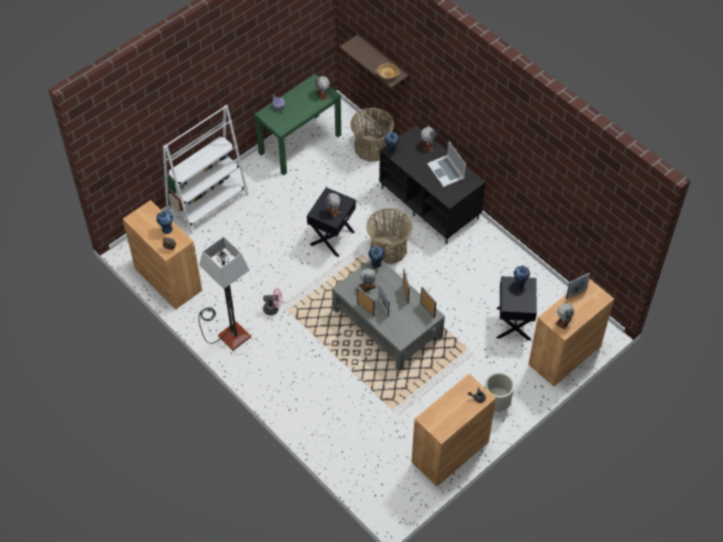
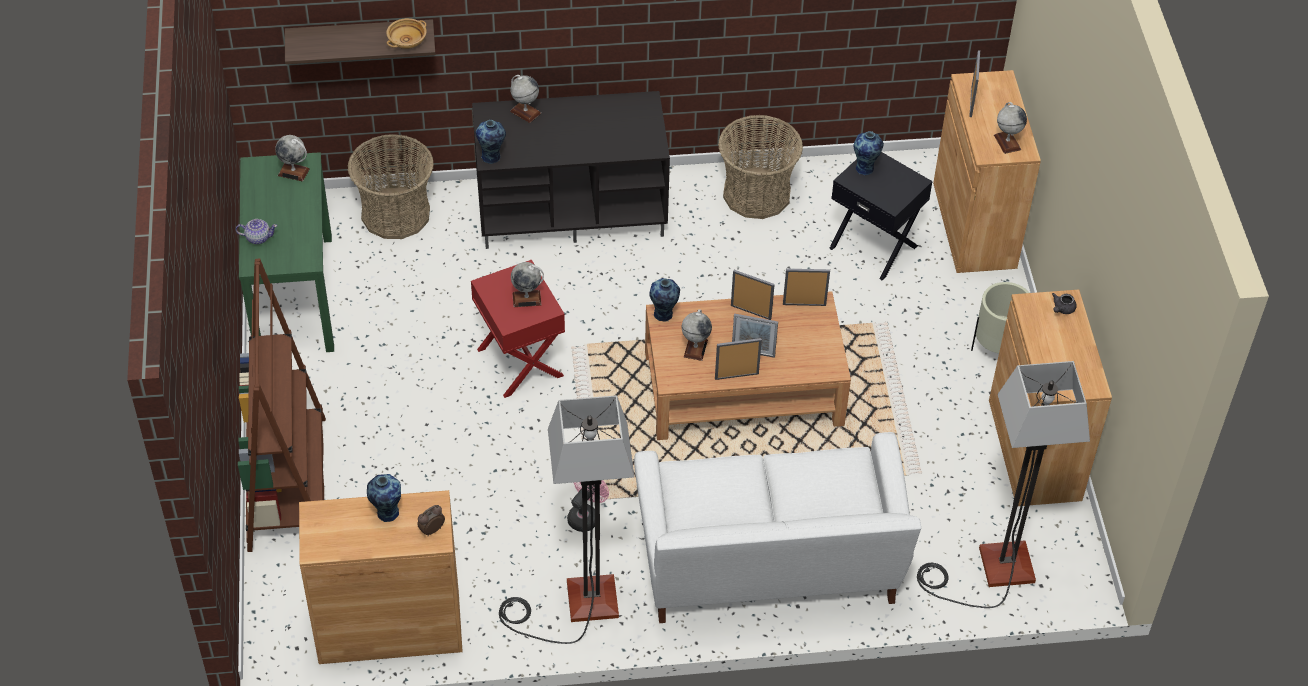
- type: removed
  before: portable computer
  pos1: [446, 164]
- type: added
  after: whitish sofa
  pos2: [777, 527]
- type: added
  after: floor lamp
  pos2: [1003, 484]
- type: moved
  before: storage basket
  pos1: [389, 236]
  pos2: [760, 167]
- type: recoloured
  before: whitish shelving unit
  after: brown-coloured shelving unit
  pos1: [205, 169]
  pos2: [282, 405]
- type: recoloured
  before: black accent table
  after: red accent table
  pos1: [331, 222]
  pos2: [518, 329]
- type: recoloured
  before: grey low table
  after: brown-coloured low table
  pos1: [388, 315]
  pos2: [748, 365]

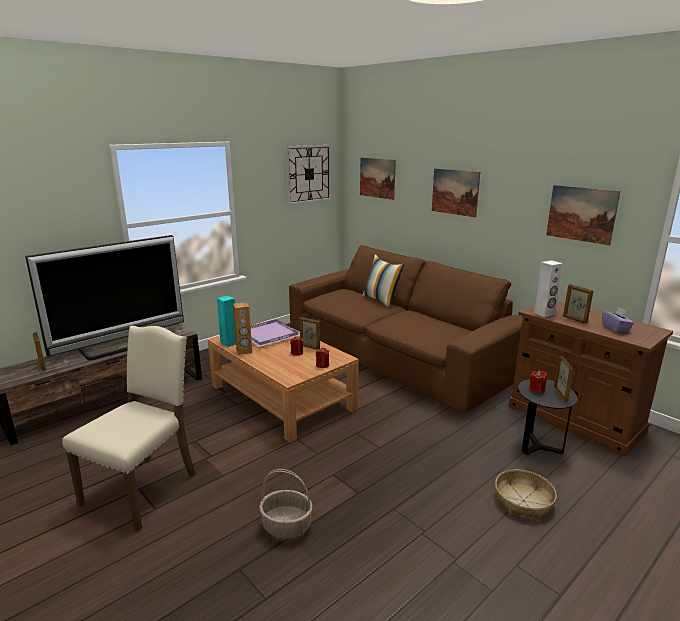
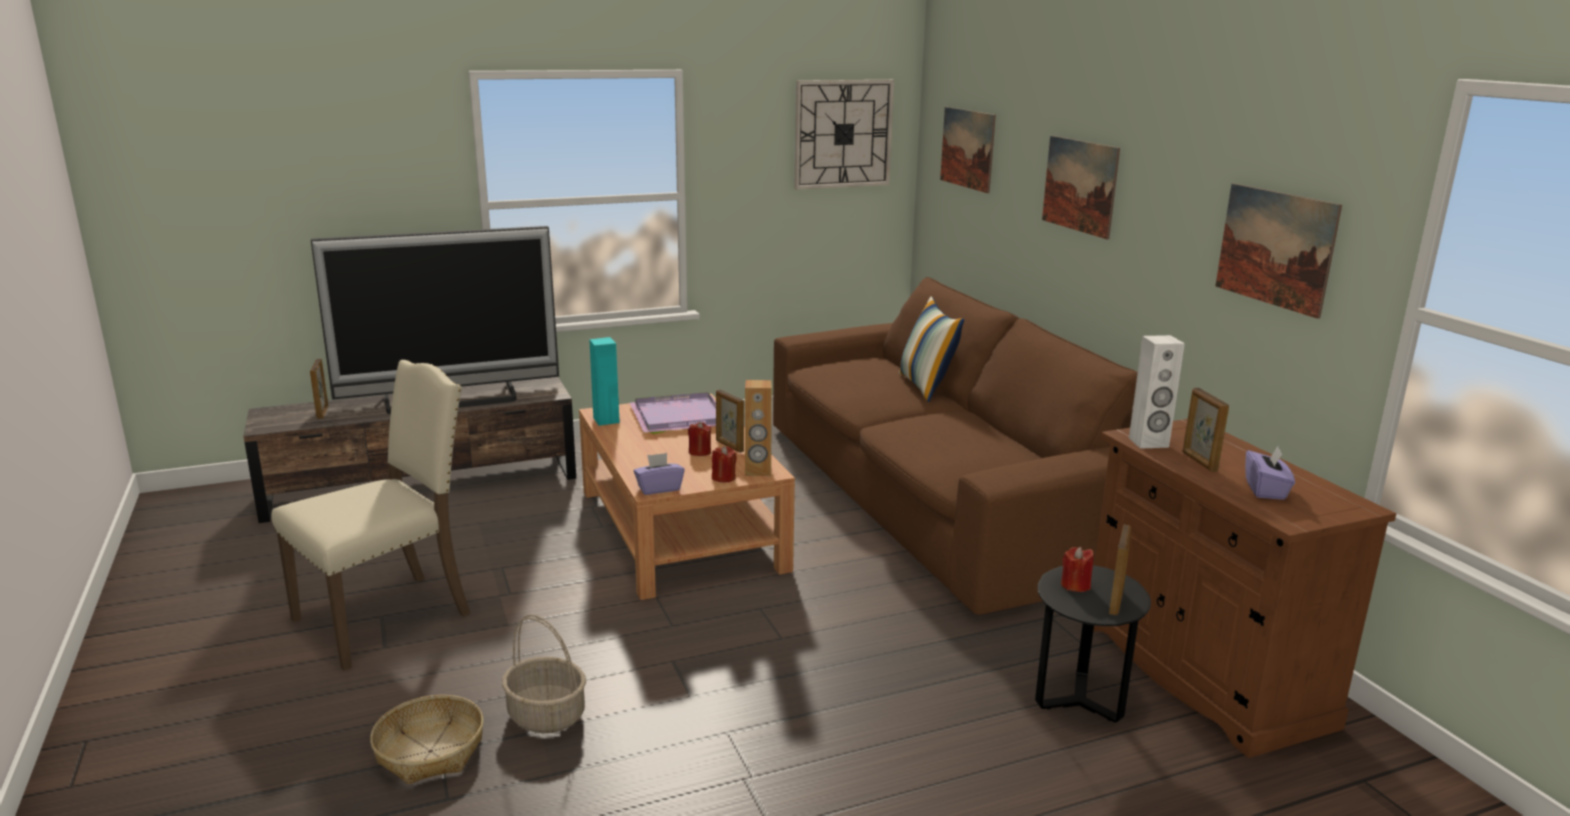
- type: added
  after: purplish tissue holder
  pos2: [659, 474]
- type: moved
  before: brown-coloured audio speaker
  pos1: [242, 328]
  pos2: [758, 428]
- type: moved
  before: storage basket
  pos1: [526, 495]
  pos2: [427, 739]

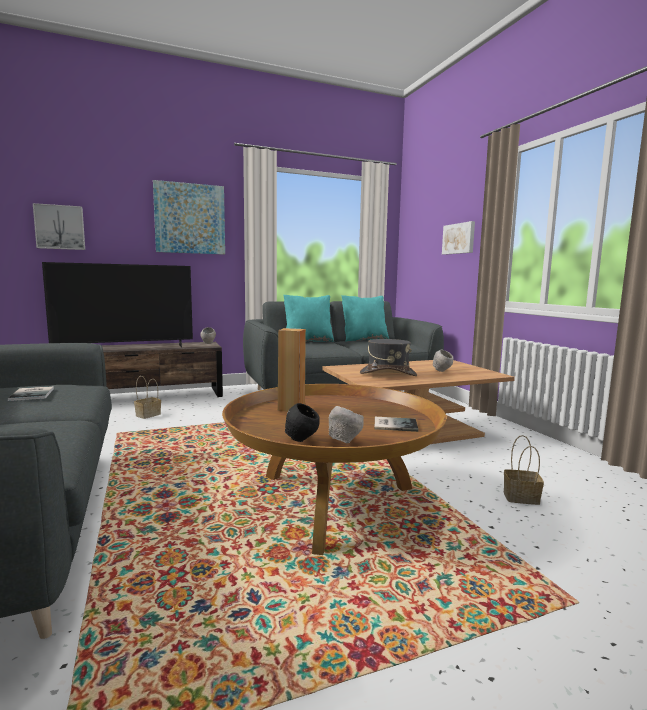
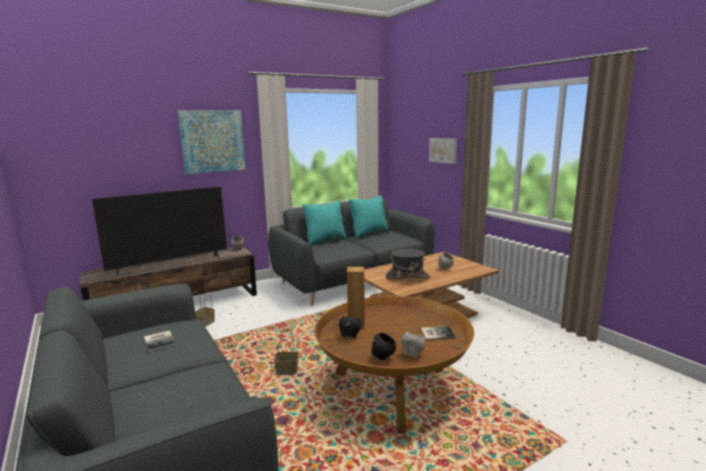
- type: removed
  before: wall picture
  pos1: [59, 226]
- type: added
  after: black serving bowl
  pos2: [350, 327]
- type: moved
  before: storage basket
  pos1: [524, 470]
  pos2: [286, 351]

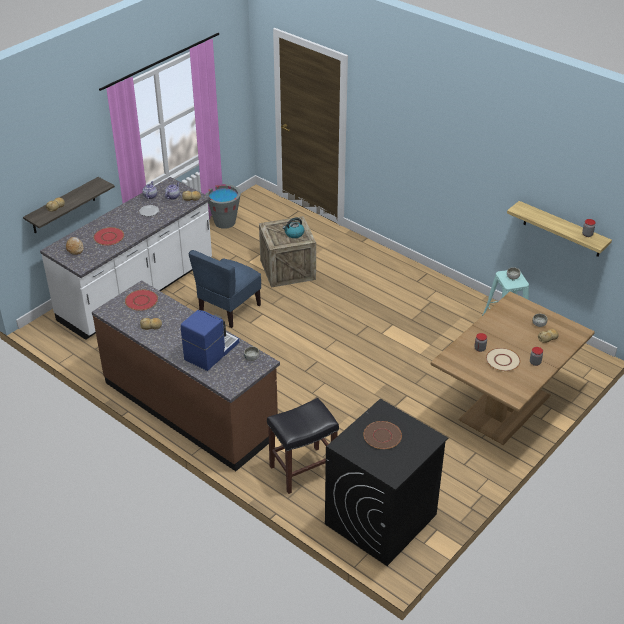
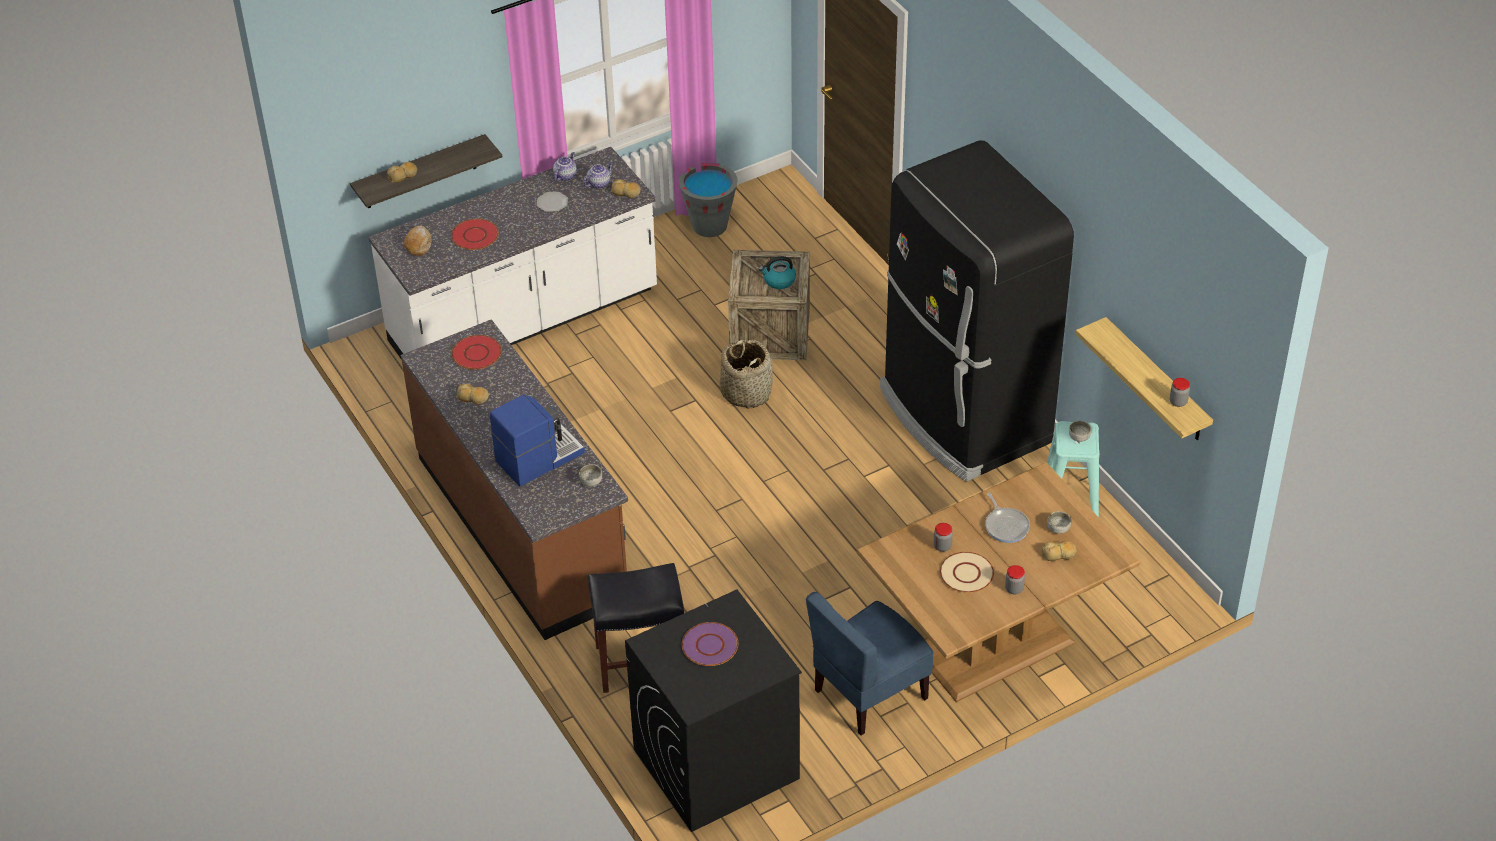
- type: added
  after: storage basket
  pos2: [746, 374]
- type: added
  after: black refrigerator
  pos2: [977, 311]
- type: added
  after: pan
  pos2: [1007, 517]
- type: moved
  before: blue upright chair
  pos1: [225, 289]
  pos2: [870, 663]
- type: recoloured
  before: brown-coloured plate
  after: purplish plate
  pos1: [382, 435]
  pos2: [710, 644]

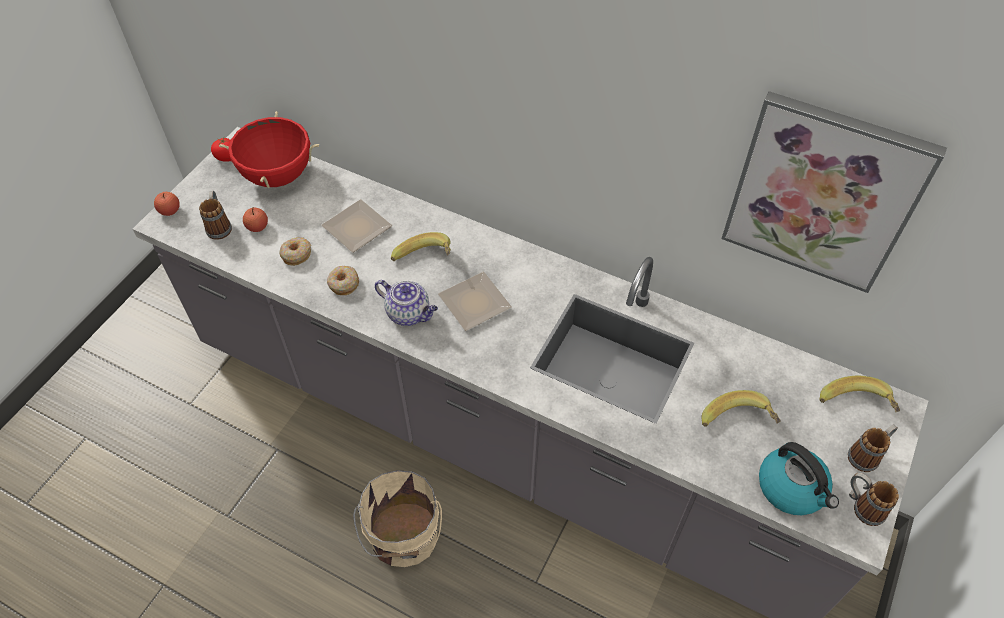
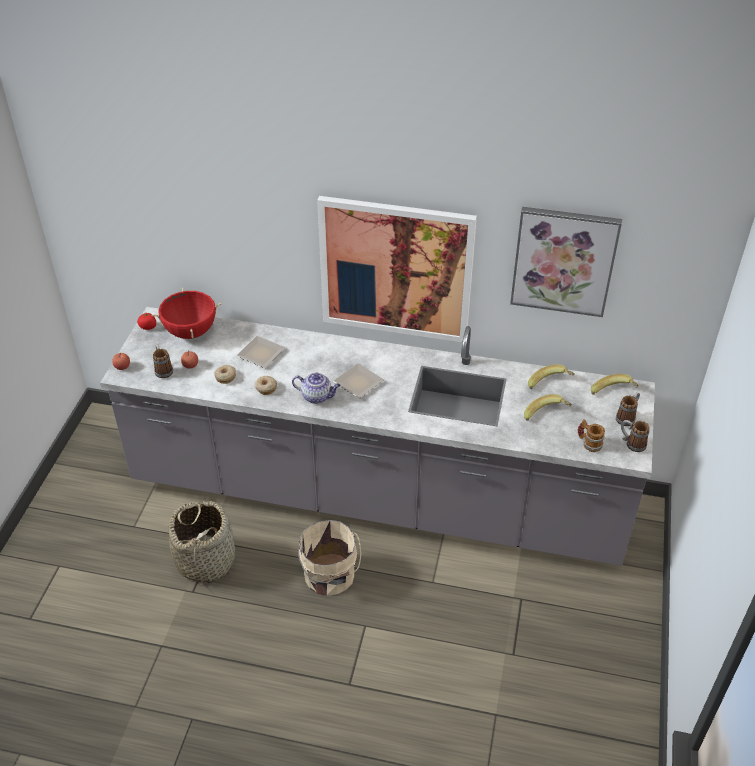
- type: added
  after: storage basket
  pos2: [202, 542]
- type: added
  after: wall picture
  pos2: [397, 269]
- type: moved
  before: banana fruit
  pos1: [421, 246]
  pos2: [551, 376]
- type: replaced
  before: water kettle
  after: mug
  pos1: [799, 478]
  pos2: [591, 435]

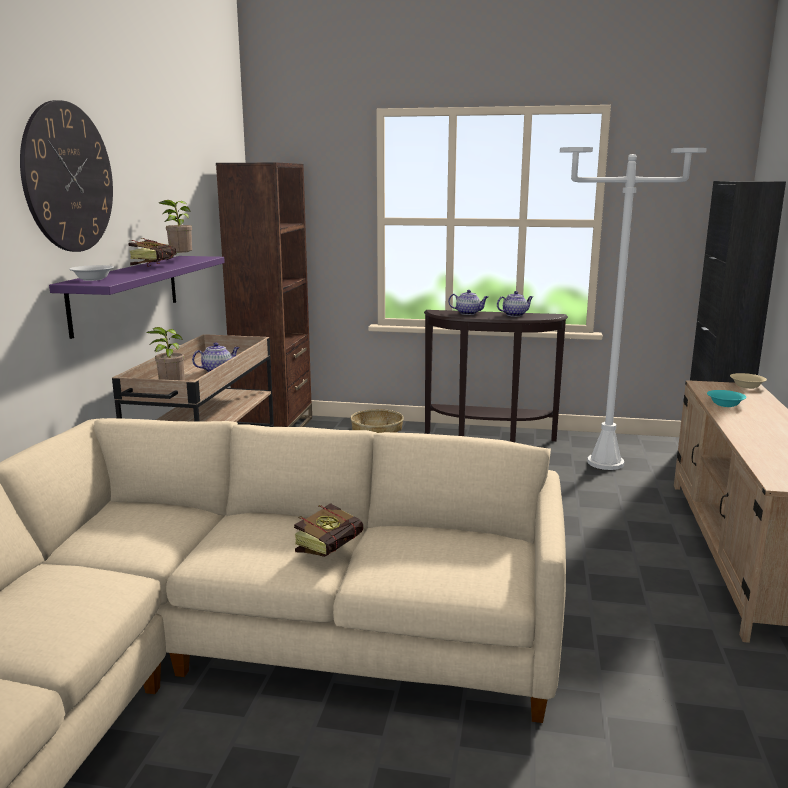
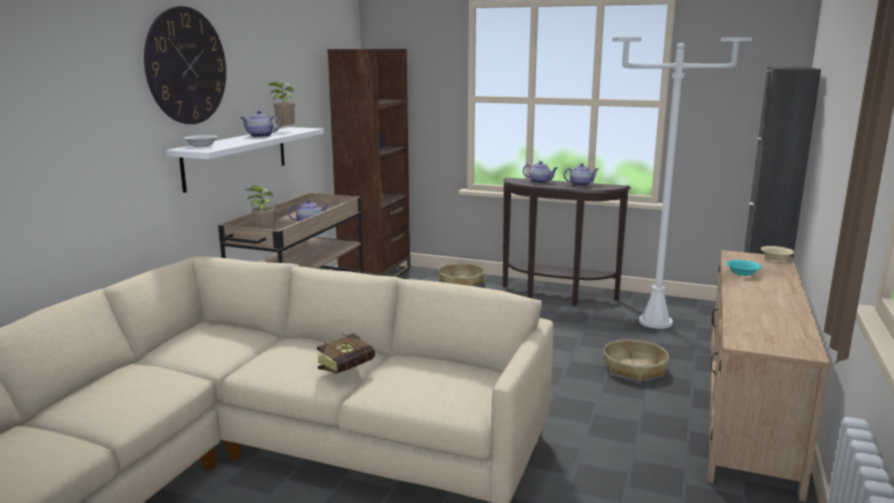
- type: added
  after: storage basket
  pos2: [636, 361]
- type: replaced
  before: volume
  after: teapot
  pos1: [152, 252]
  pos2: [260, 124]
- type: recoloured
  before: purplish shelf
  after: whitish shelf
  pos1: [137, 297]
  pos2: [245, 160]

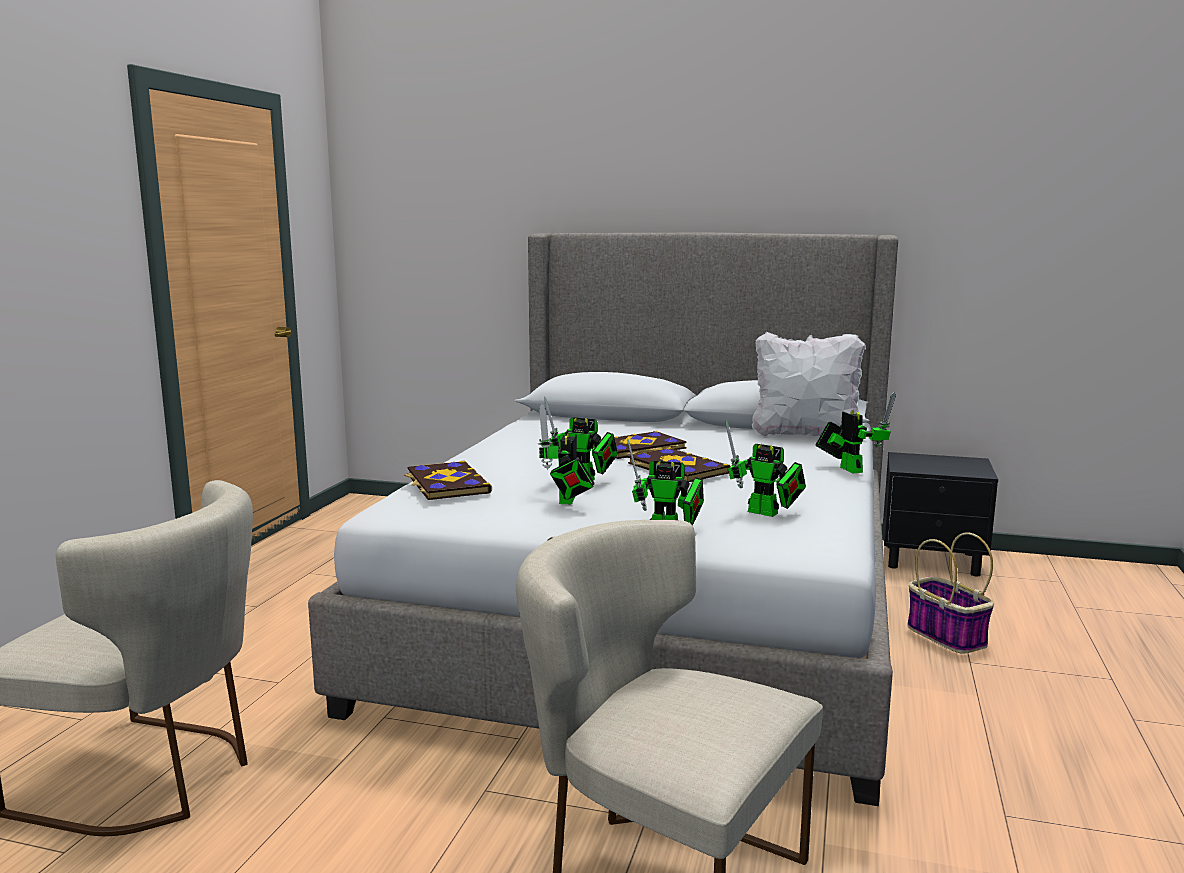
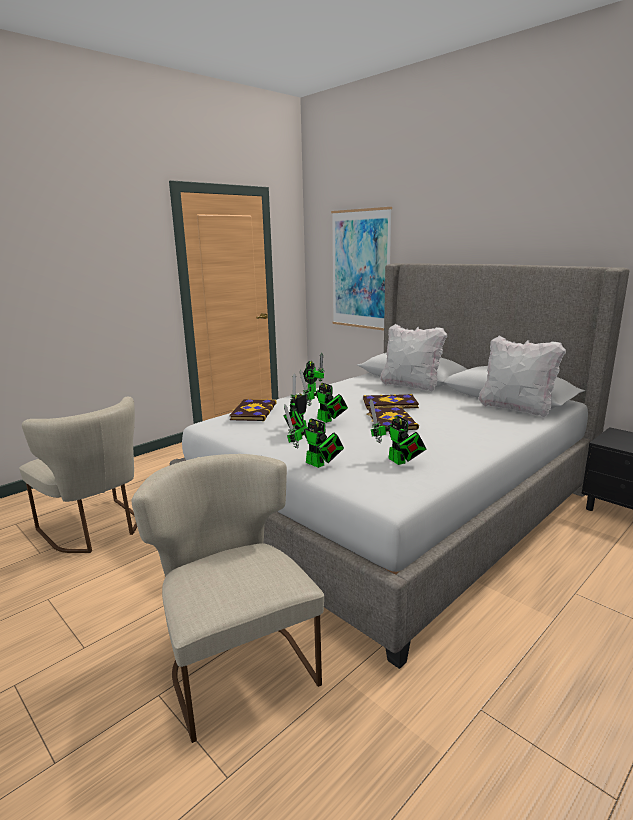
- type: removed
  before: storage basket
  pos1: [950, 592]
- type: added
  after: wall picture
  pos2: [361, 269]
- type: added
  after: whitish cushion
  pos2: [413, 358]
- type: moved
  before: robot figure
  pos1: [856, 432]
  pos2: [314, 372]

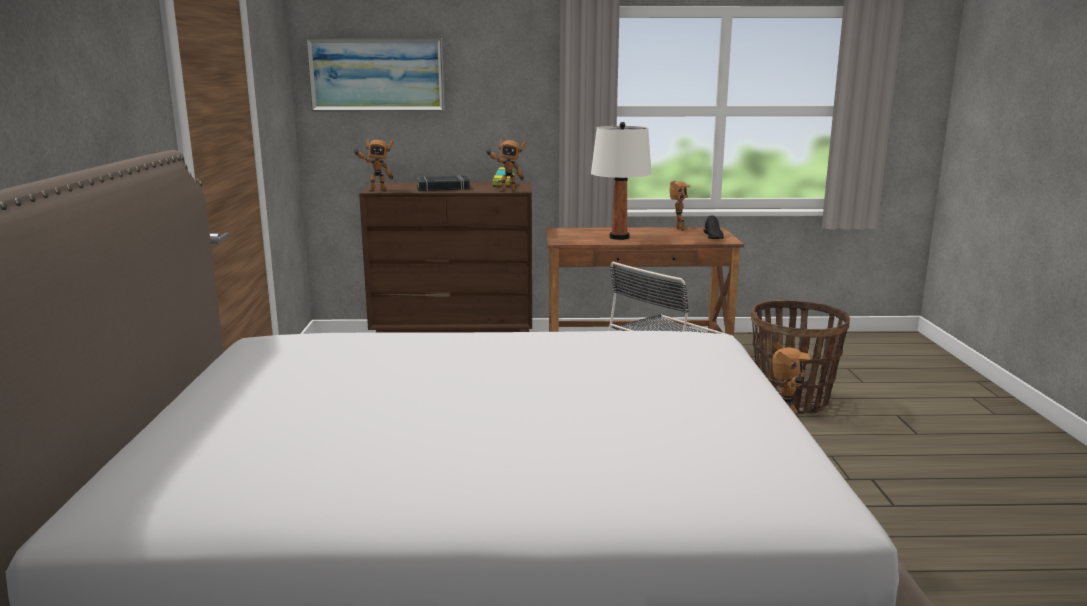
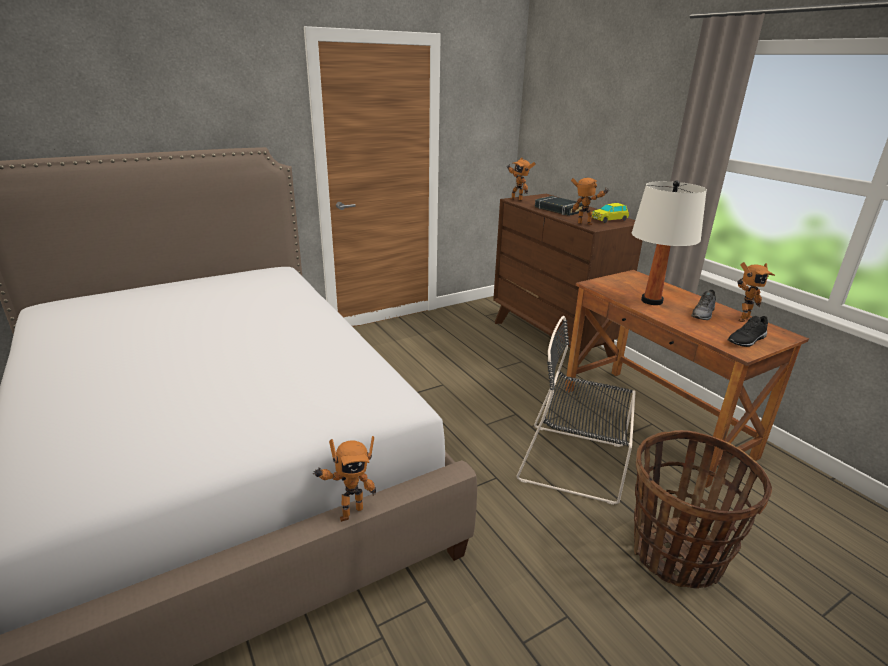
- type: removed
  before: wall picture
  pos1: [375, 75]
- type: added
  after: grey shoe
  pos2: [703, 305]
- type: turned
  before: robot figure
  pos1: [506, 165]
  pos2: [590, 201]
  turn: 150

